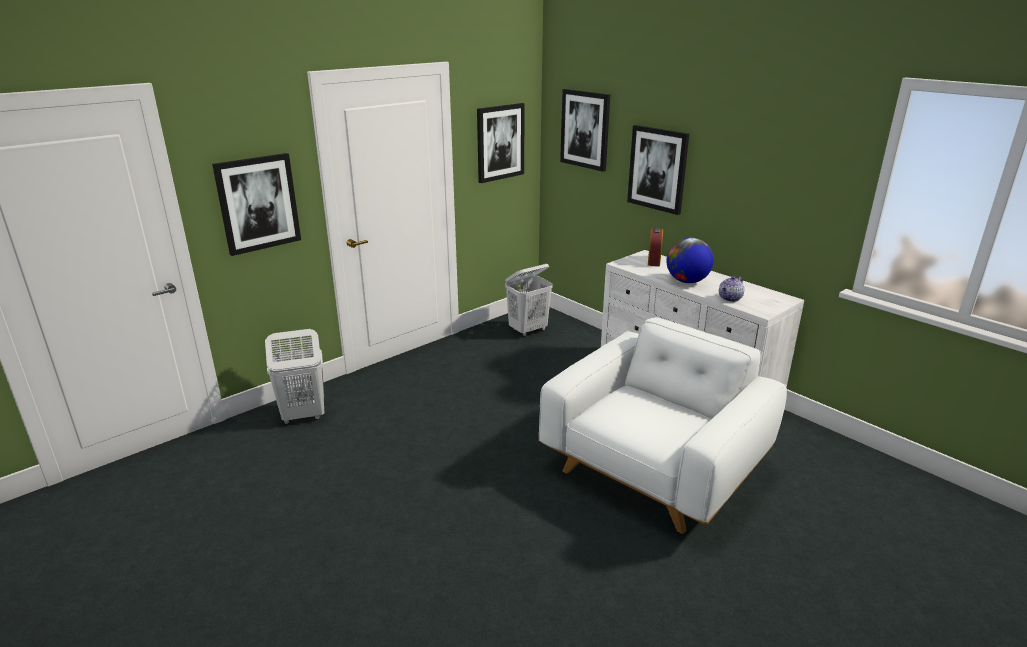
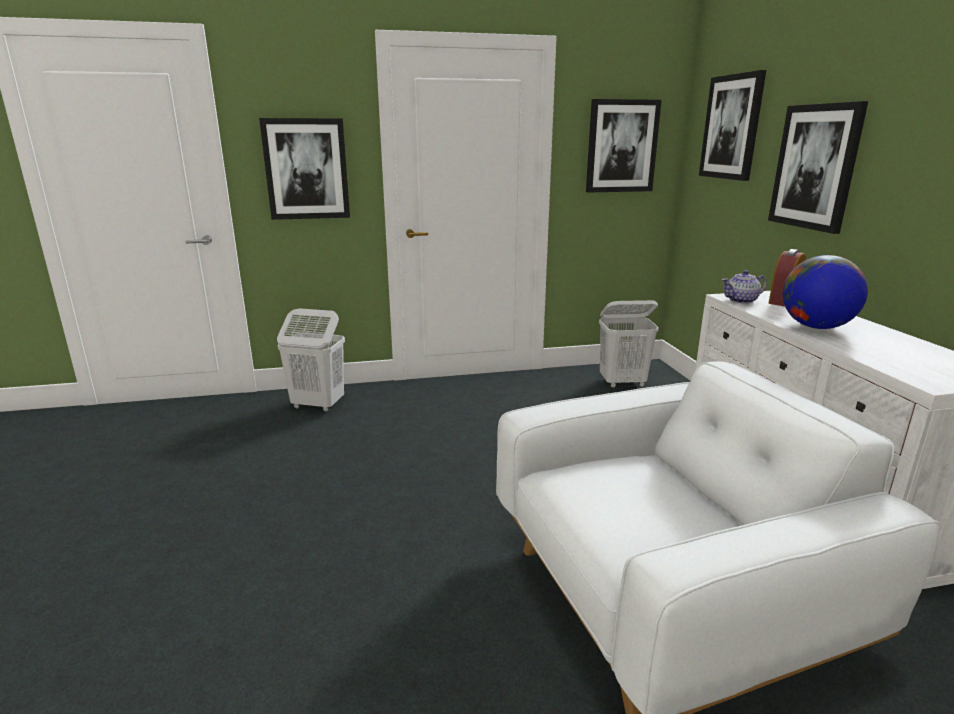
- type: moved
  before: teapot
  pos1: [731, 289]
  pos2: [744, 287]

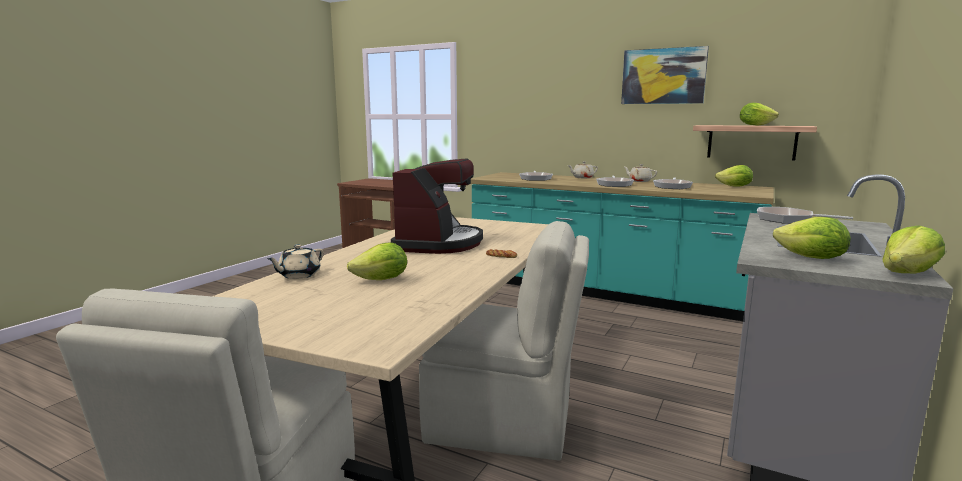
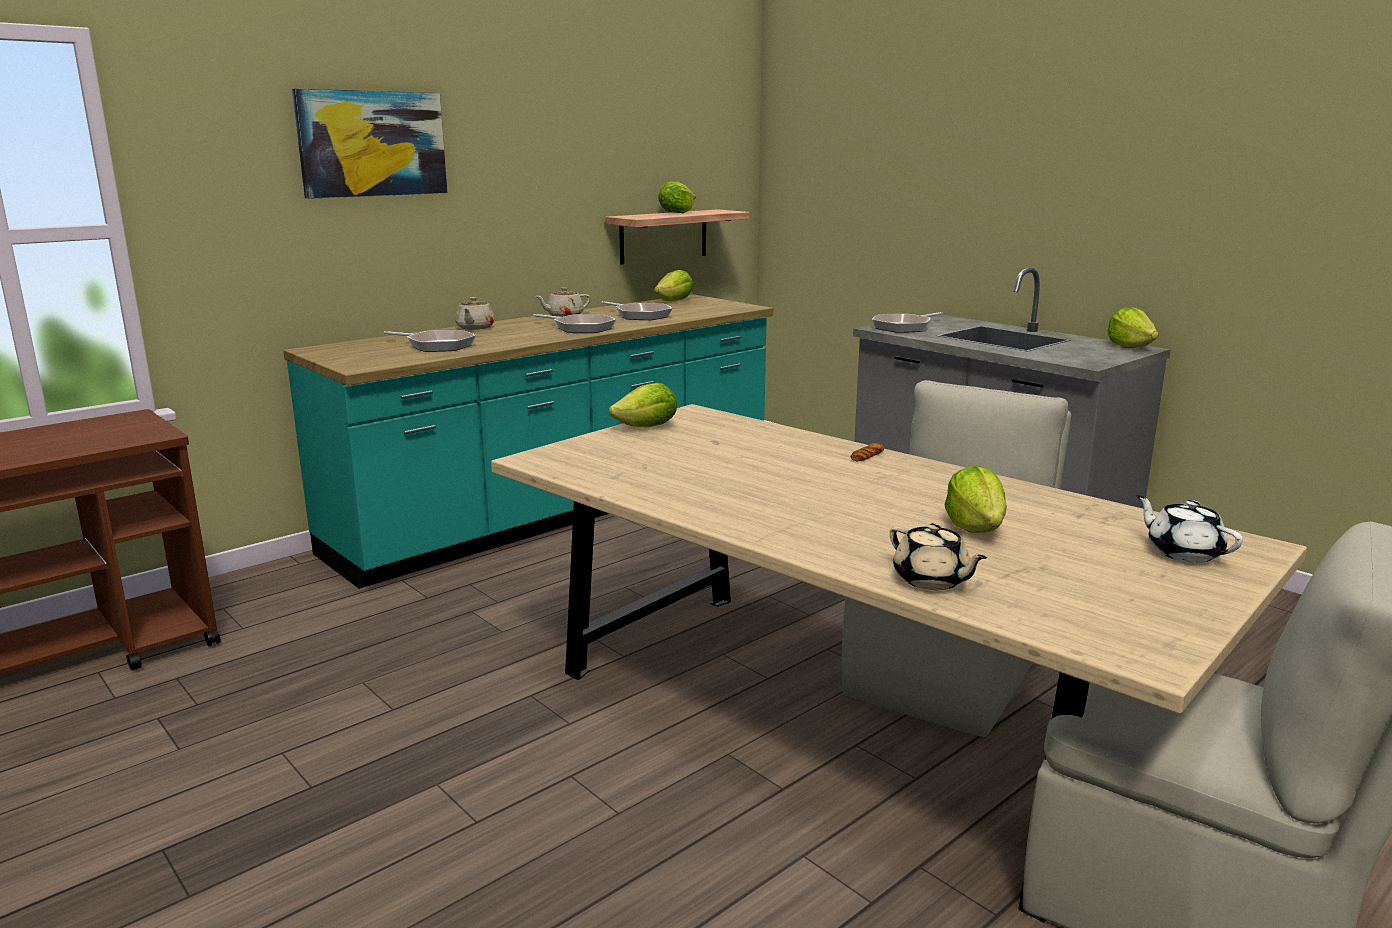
- type: removed
  before: coffee machine
  pos1: [437, 206]
- type: added
  after: whitish teapot
  pos2: [1189, 529]
- type: moved
  before: wall picture
  pos1: [665, 75]
  pos2: [369, 144]
- type: moved
  before: lettuce
  pos1: [812, 238]
  pos2: [643, 404]

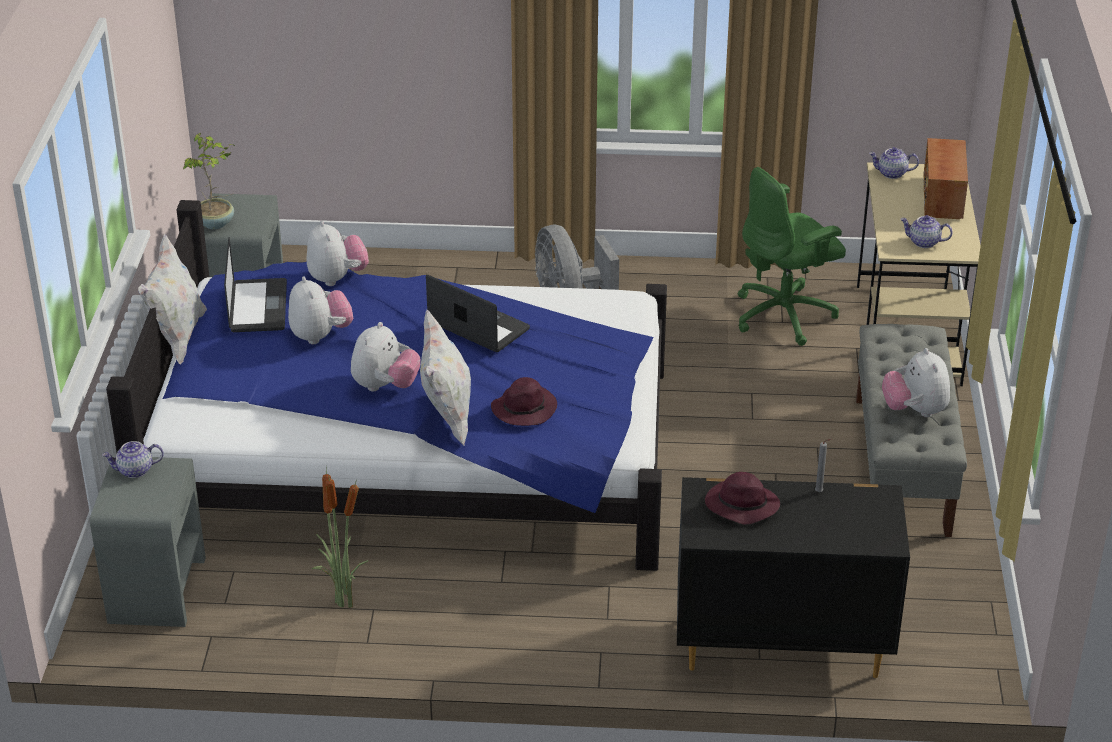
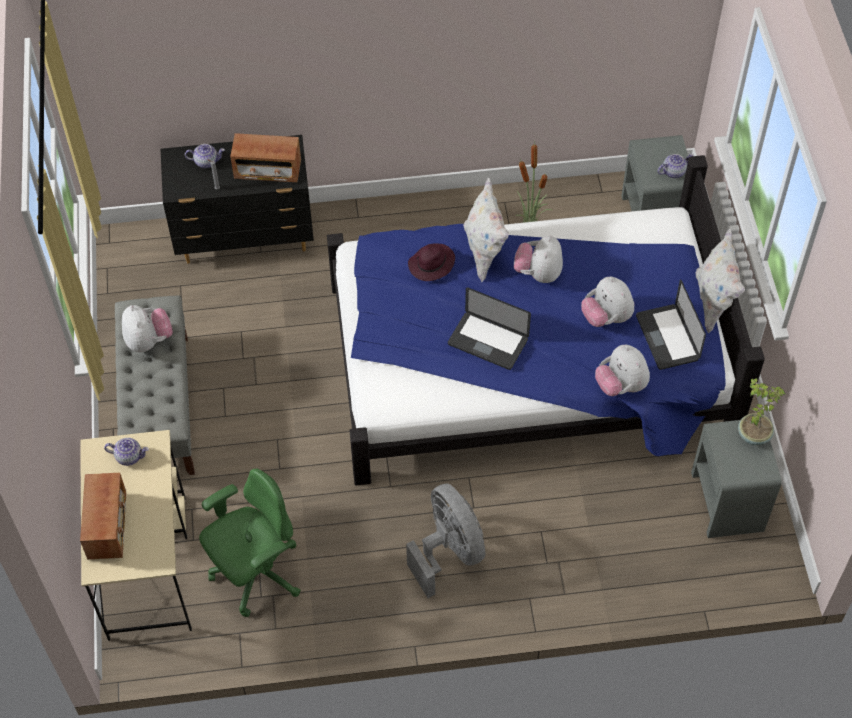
- type: moved
  before: teapot
  pos1: [894, 163]
  pos2: [205, 156]
- type: replaced
  before: purplish hat
  after: radio set
  pos1: [742, 498]
  pos2: [265, 157]

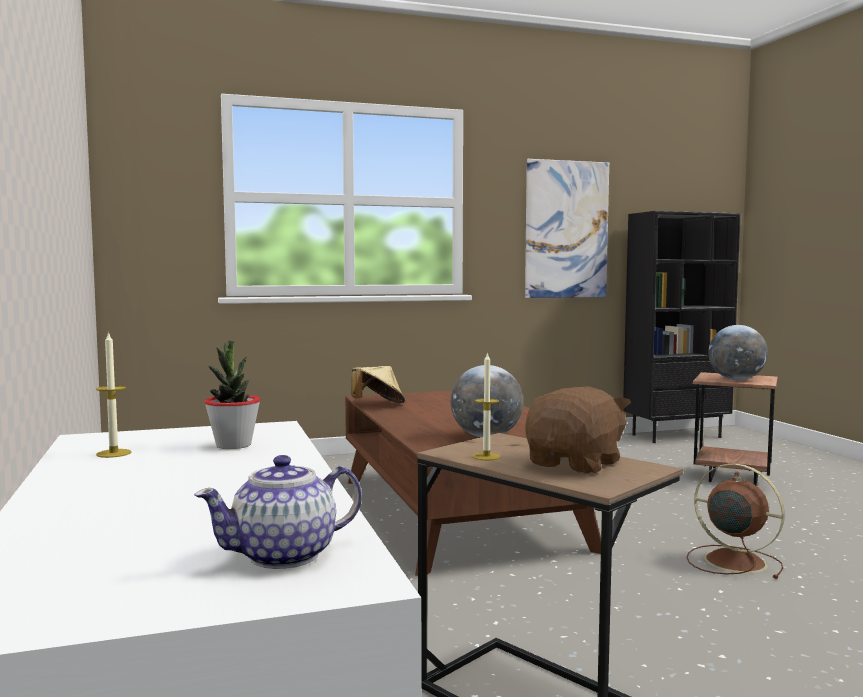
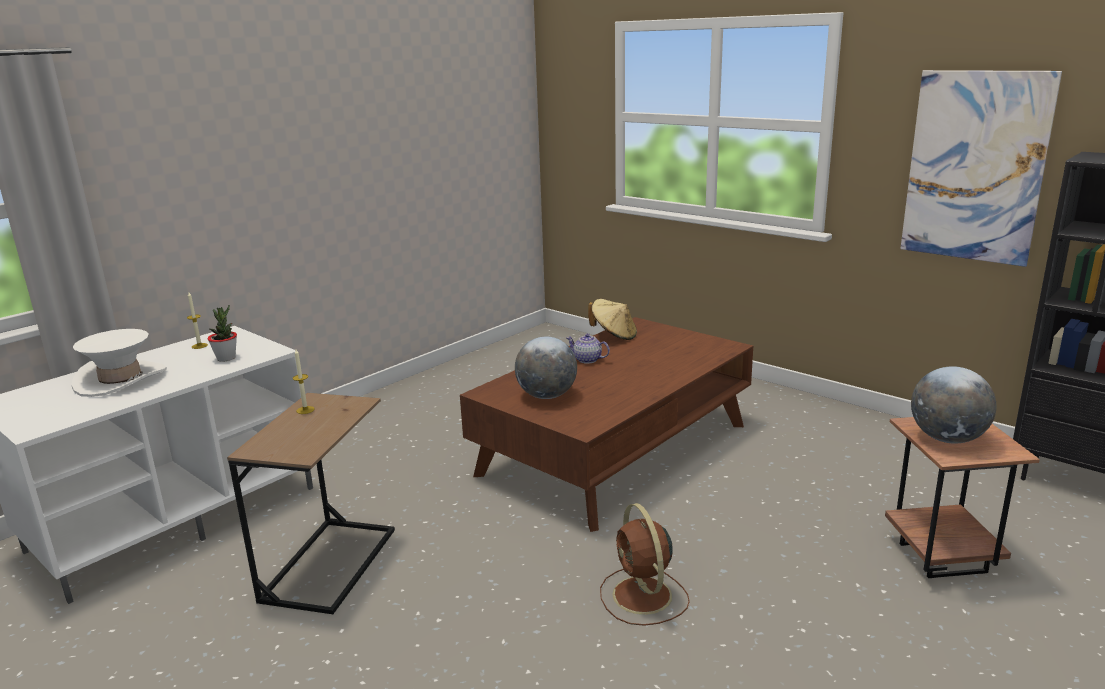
- type: removed
  before: brown-coloured plush toy
  pos1: [578, 430]
- type: added
  after: whitish hat
  pos2: [119, 363]
- type: moved
  before: teapot
  pos1: [278, 512]
  pos2: [588, 349]
- type: turned
  before: brown-coloured electric fan
  pos1: [736, 521]
  pos2: [645, 564]
  turn: 150

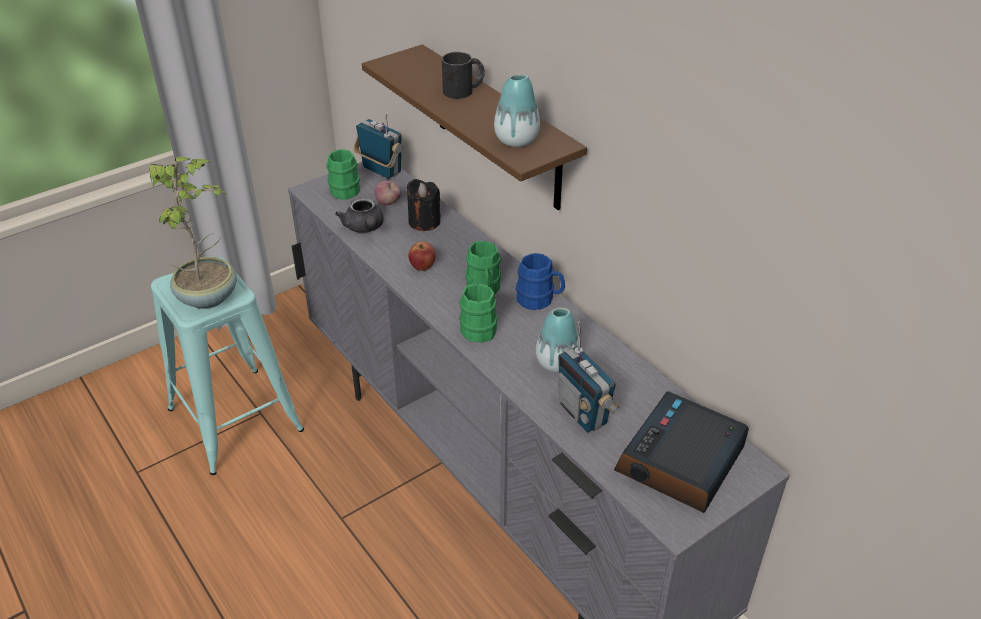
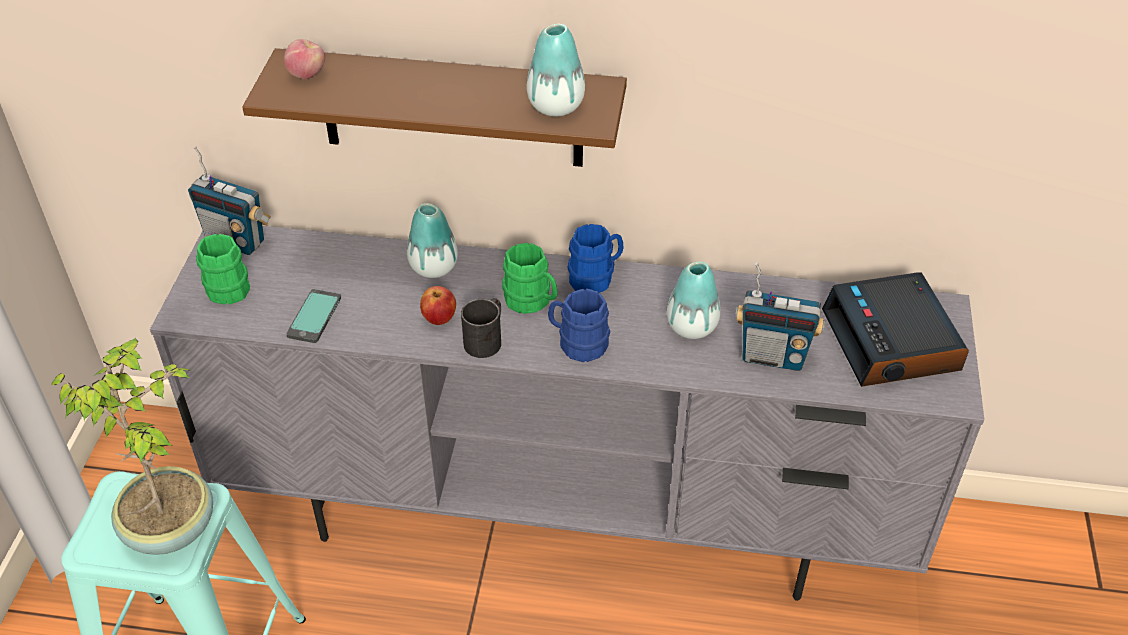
- type: removed
  before: black wax candle
  pos1: [423, 205]
- type: added
  after: decorative vase
  pos2: [432, 240]
- type: moved
  before: whole apple
  pos1: [388, 193]
  pos2: [304, 59]
- type: moved
  before: black mug
  pos1: [463, 75]
  pos2: [481, 328]
- type: replaced
  before: grey teapot
  after: phone
  pos1: [359, 215]
  pos2: [313, 316]
- type: recoloured
  before: green-coloured mug
  after: blue mug
  pos1: [478, 313]
  pos2: [579, 325]
- type: turned
  before: radio set
  pos1: [378, 145]
  pos2: [229, 201]
  turn: -150

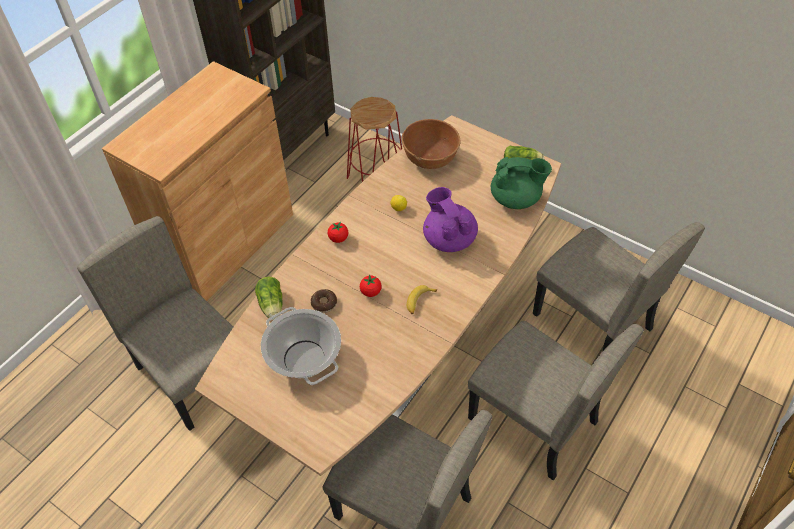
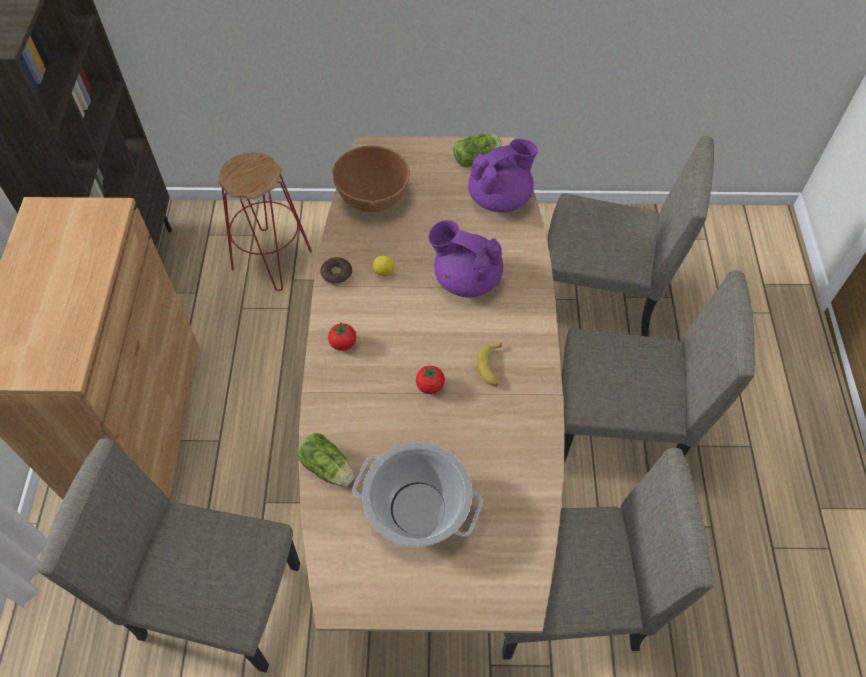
- type: moved
  before: doughnut
  pos1: [324, 301]
  pos2: [336, 271]
- type: recoloured
  before: green-coloured teapot
  after: purplish teapot
  pos1: [521, 183]
  pos2: [503, 175]

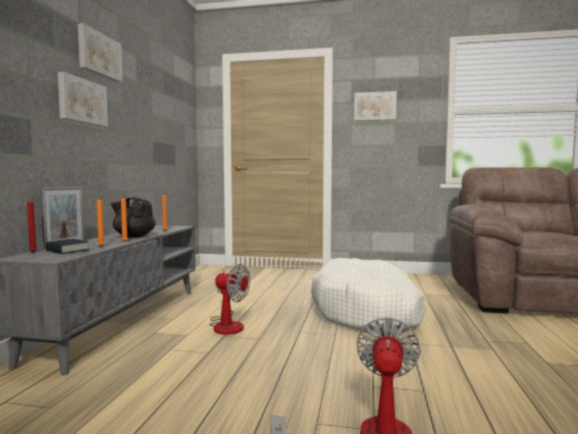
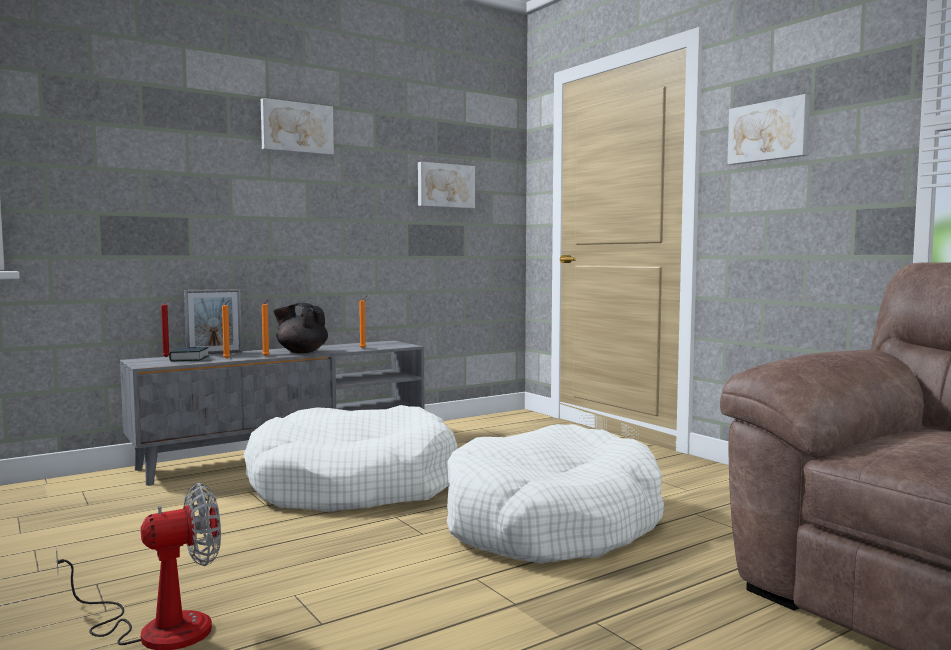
- type: moved
  before: wall picture
  pos1: [83, 99]
  pos2: [446, 185]
- type: replaced
  before: electric fan
  after: whitish dog cushion
  pos1: [230, 299]
  pos2: [350, 458]
- type: turned
  before: black teapot
  pos1: [133, 217]
  pos2: [300, 328]
  turn: -45

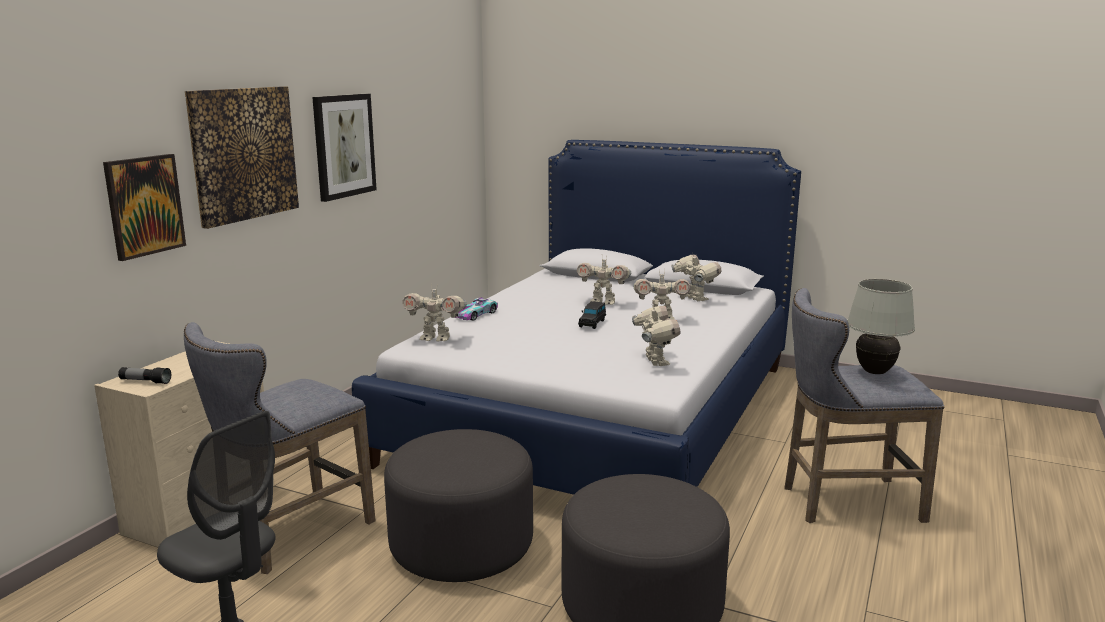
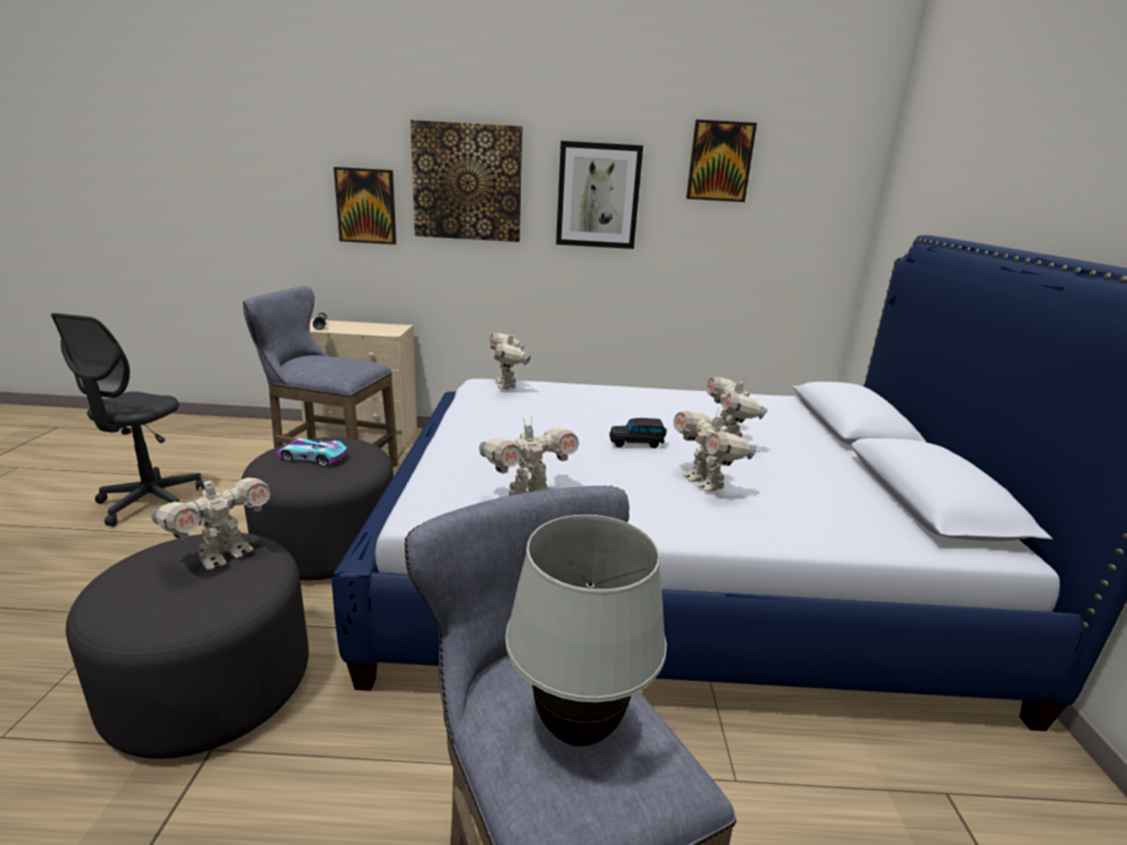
- type: added
  after: wall picture
  pos2: [721, 161]
- type: moved
  before: miniature car
  pos1: [476, 309]
  pos2: [312, 452]
- type: moved
  before: robot figure
  pos1: [696, 276]
  pos2: [210, 521]

